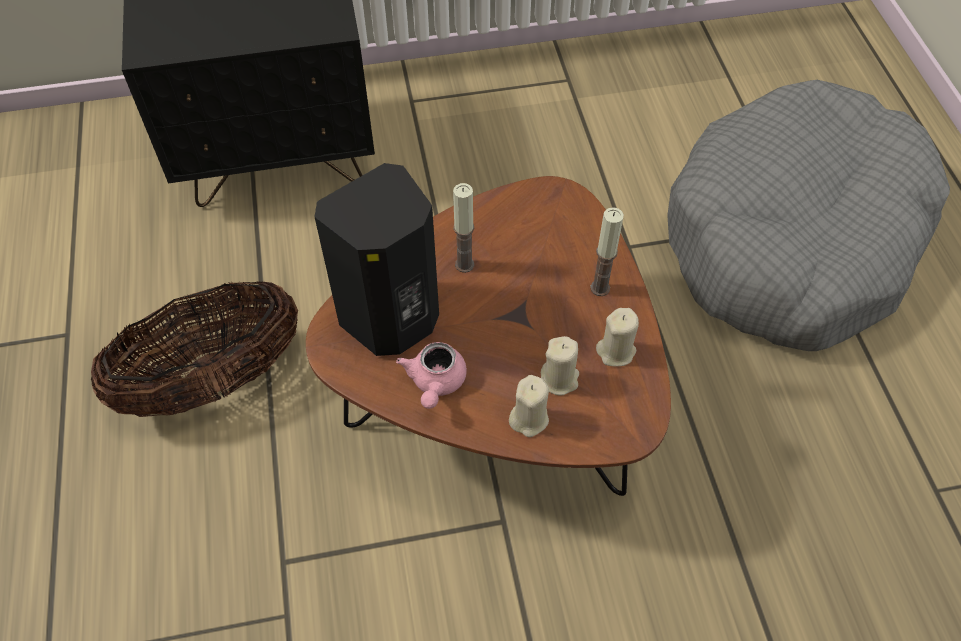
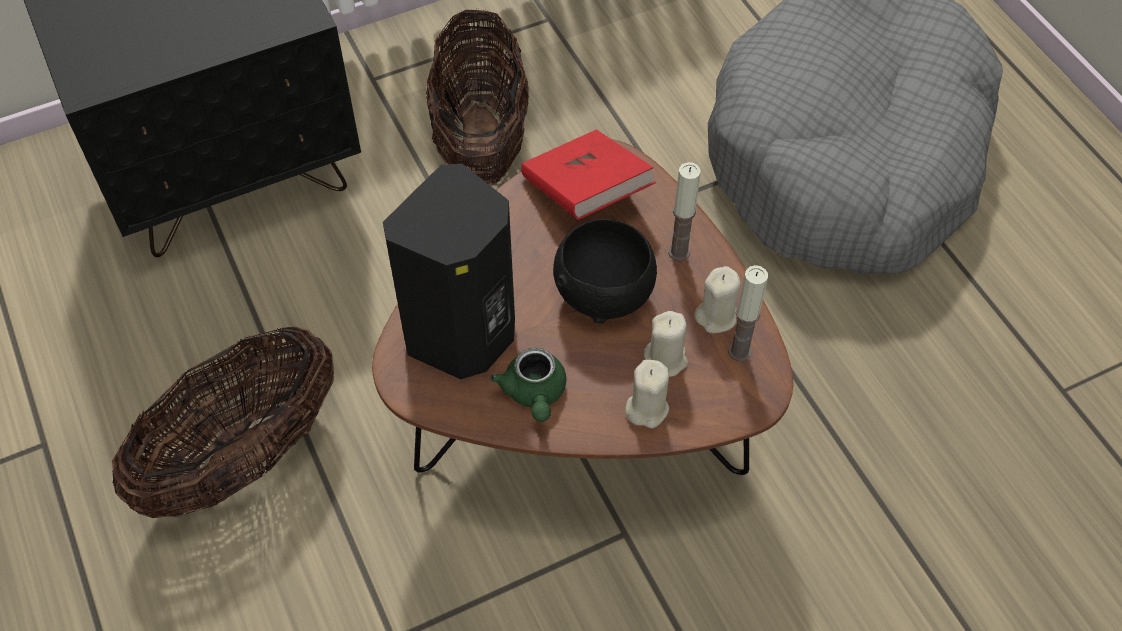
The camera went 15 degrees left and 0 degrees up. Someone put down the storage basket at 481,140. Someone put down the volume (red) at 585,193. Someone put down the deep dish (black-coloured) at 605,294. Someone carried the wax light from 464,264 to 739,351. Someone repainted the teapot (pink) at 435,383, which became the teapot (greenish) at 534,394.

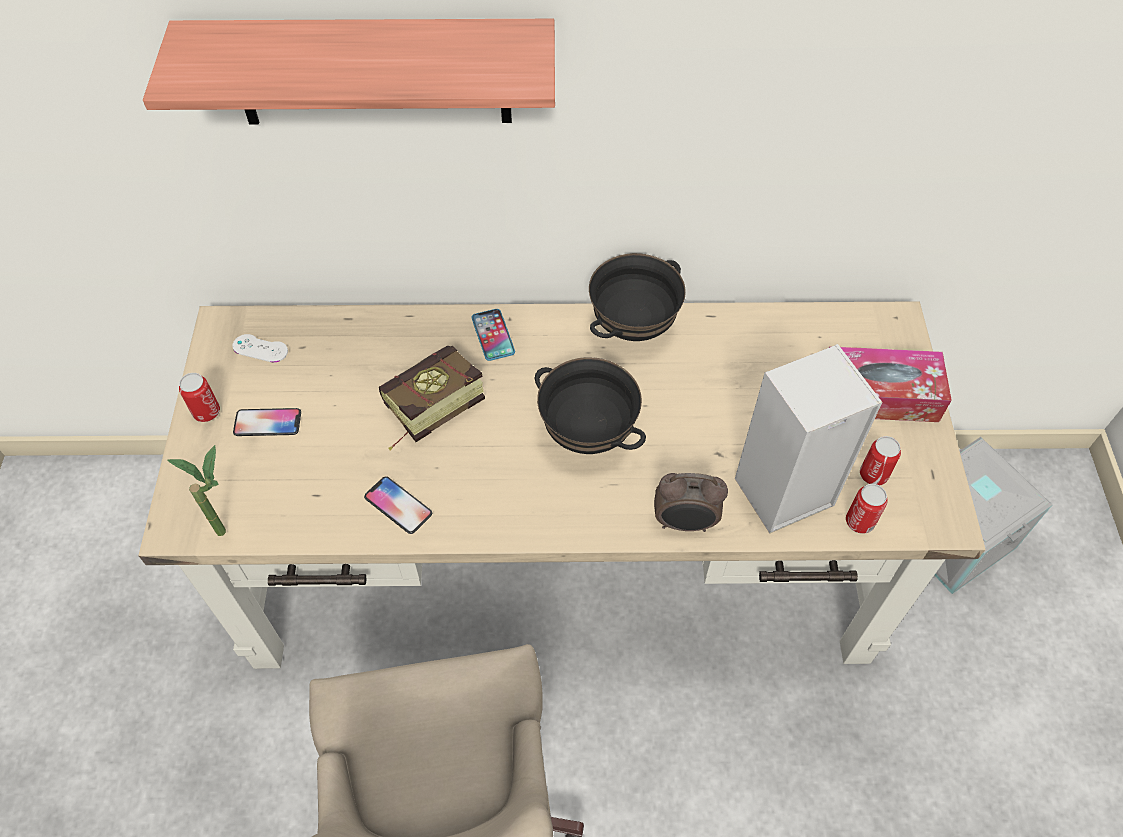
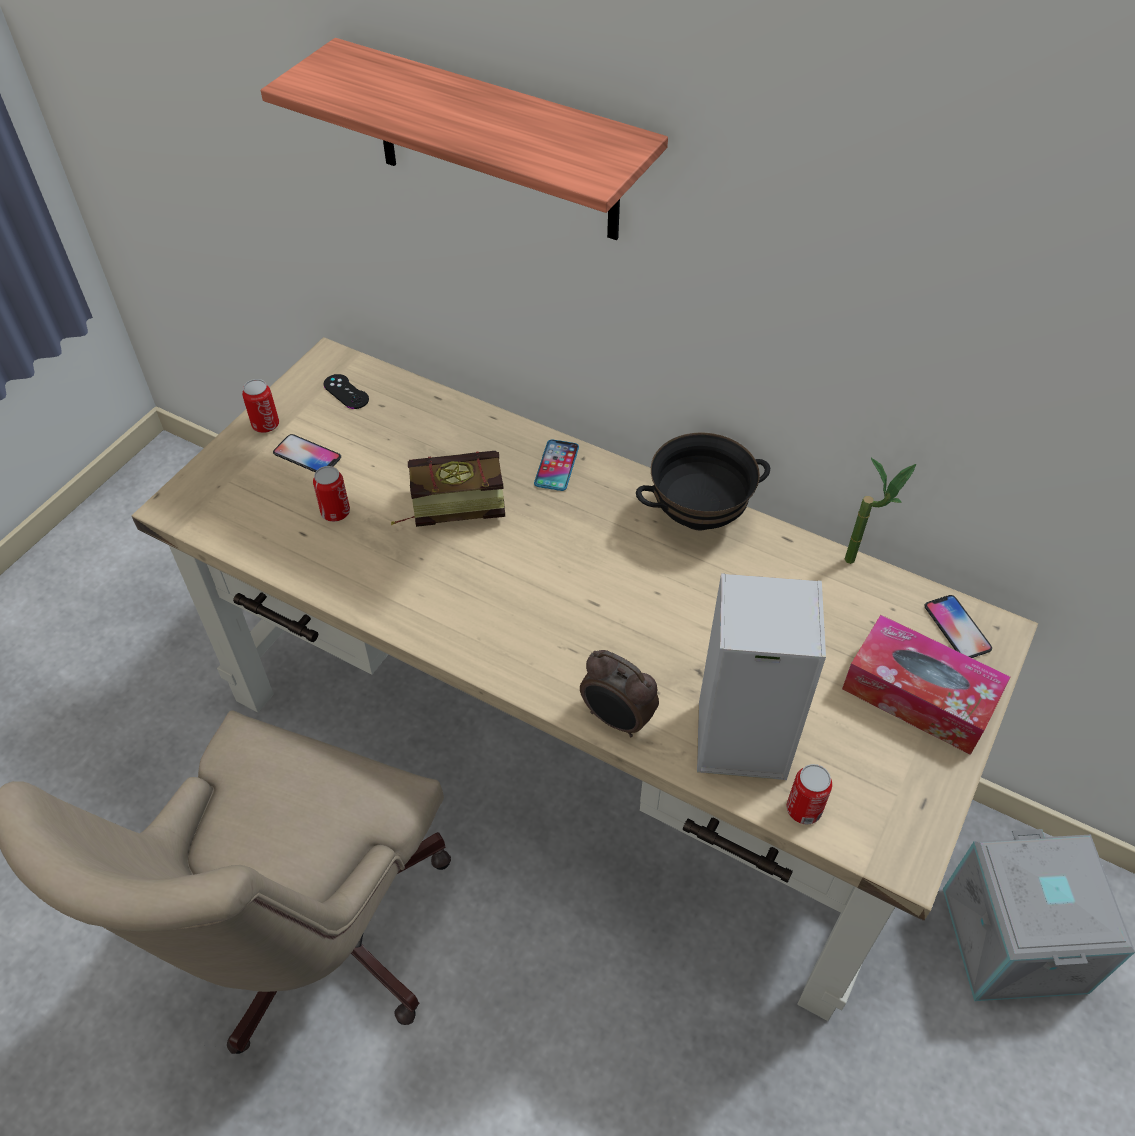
The camera went 30 degrees right and 5 degrees down. Someone took away the deep dish (black-coloured) at 589,433. Someone carried the houseplant from 231,528 to 860,561. Someone carried the phone from 398,505 to 957,628. Someone carried the sealed can from 873,474 to 335,512. Someone repainted the gamepad (white-coloured) at 260,348, which became the gamepad (black-coloured) at 346,392.

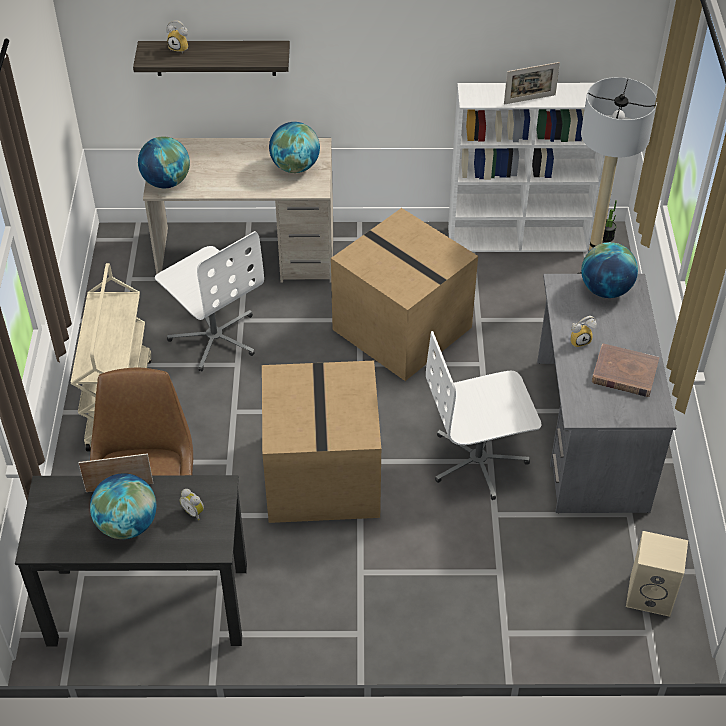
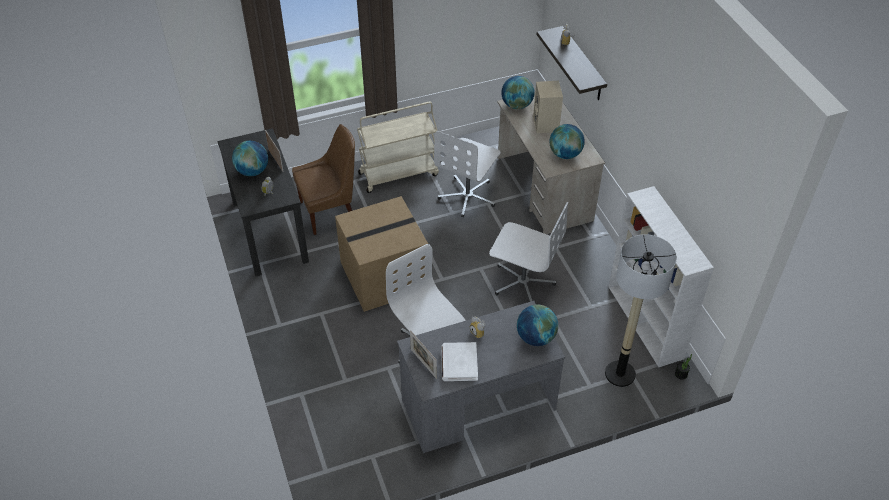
The camera went 70 degrees right and 0 degrees up. Someone carried the photo frame from 529,99 to 423,363. Someone carried the speaker (beige) from 651,594 to 546,124. Someone swapped the cardboard box at 404,328 for the office chair (white-coloured) at 523,282. Someone repainted the volume (brown) at 624,373, which became the volume (white-coloured) at 459,363.

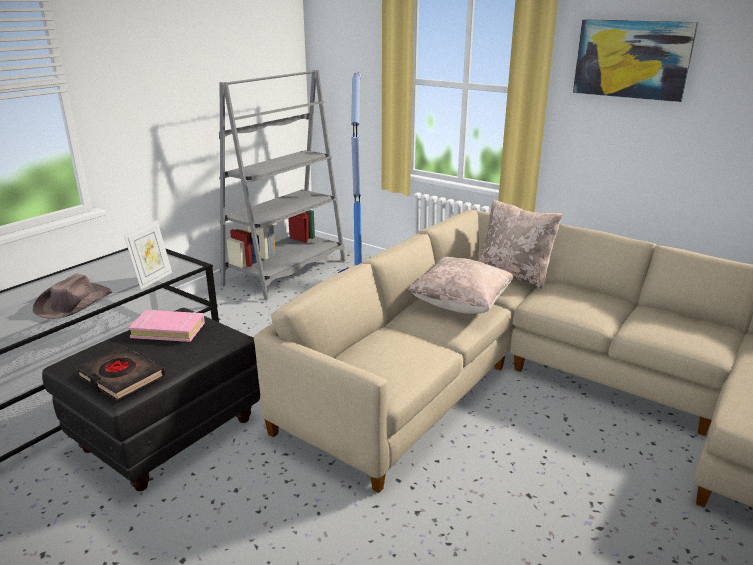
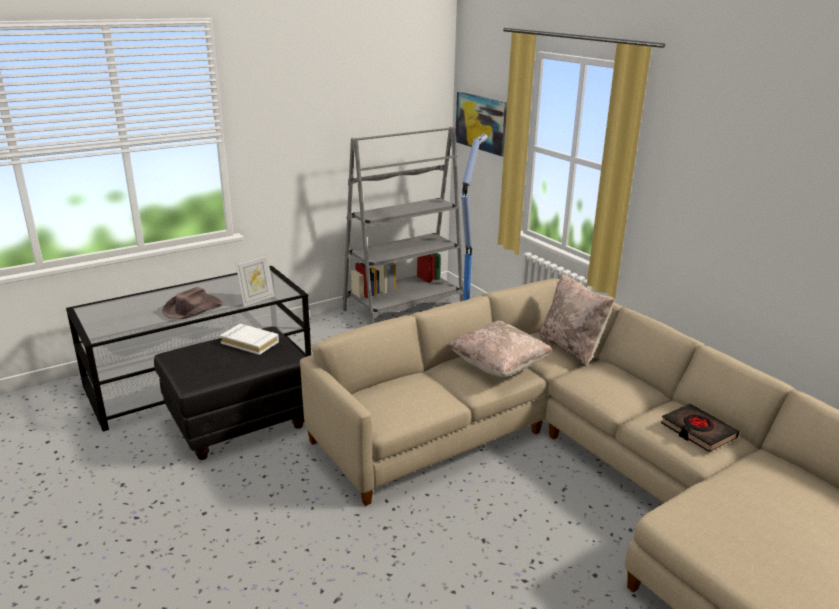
The camera went 20 degrees right and 0 degrees up. Someone carried the volume (black-coloured) from 121,377 to 698,431. Someone carried the wall picture from 632,59 to 481,123. Someone repainted the volume (pink) at 168,330, which became the volume (white-coloured) at 250,342.

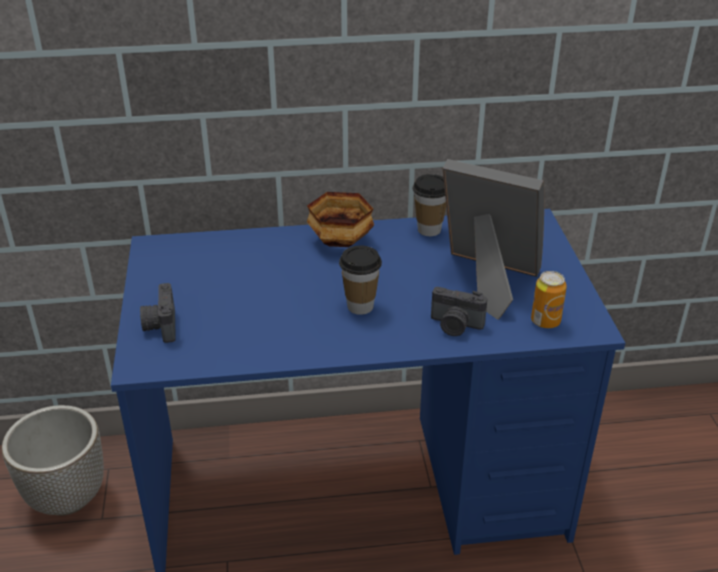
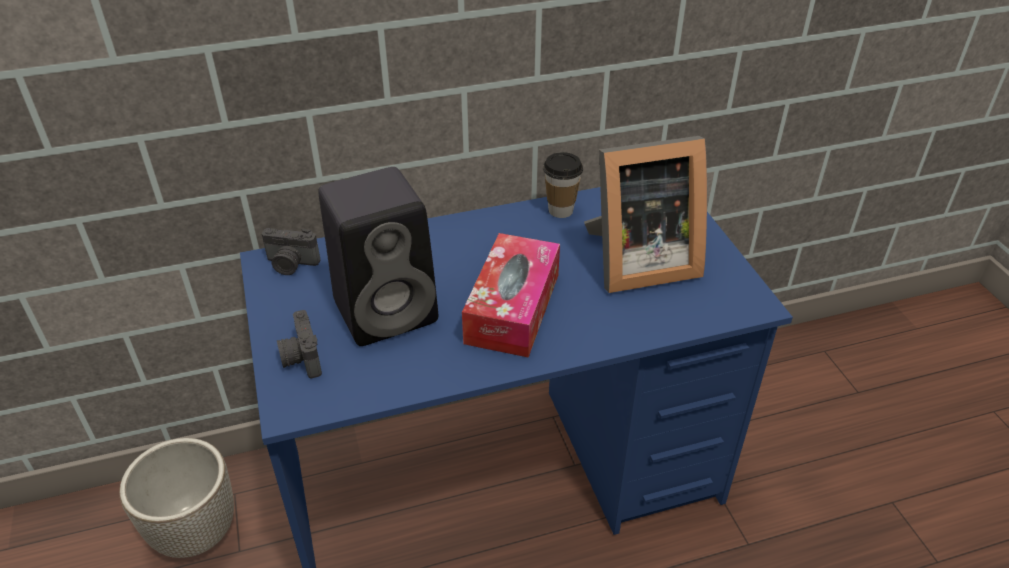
The camera went 10 degrees left and 5 degrees up. Someone took away the deep dish at 340,242. Someone took away the sealed can at 545,321. Someone put down the speaker (black-coloured) at 389,310. Someone carried the still camera from 455,326 to 291,264. Someone swapped the drinking cup at 360,306 for the tissue box at 512,308. Someone rotated the photo frame at 488,280 by 150 degrees clockwise.

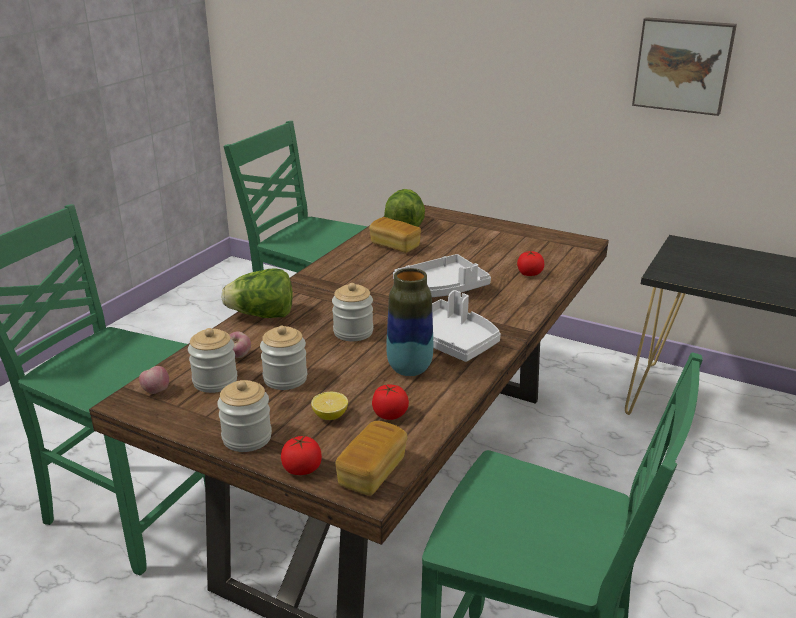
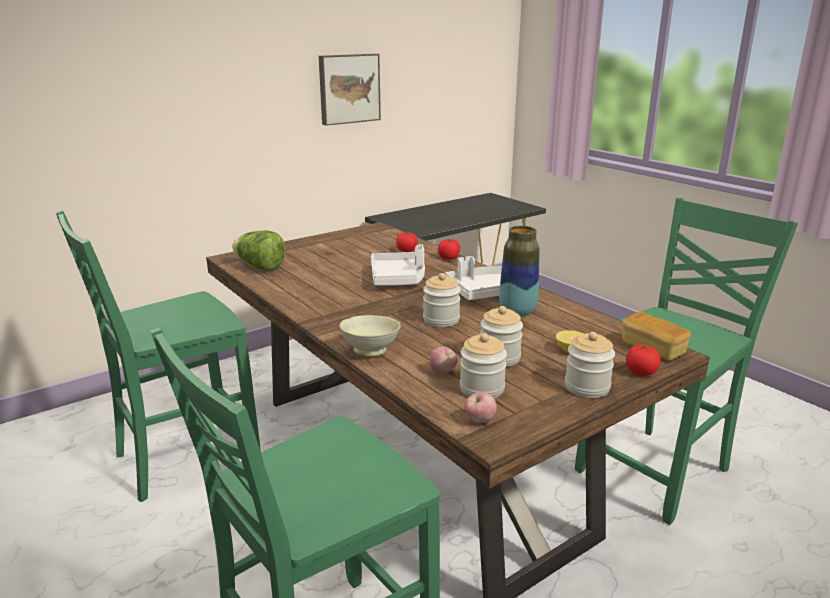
The camera went 65 degrees left and 5 degrees down. Someone took away the bread at 395,246. Someone carried the whole tomato from 390,414 to 448,258. Someone swapped the lettuce at 262,316 for the deep dish (beige) at 371,350.

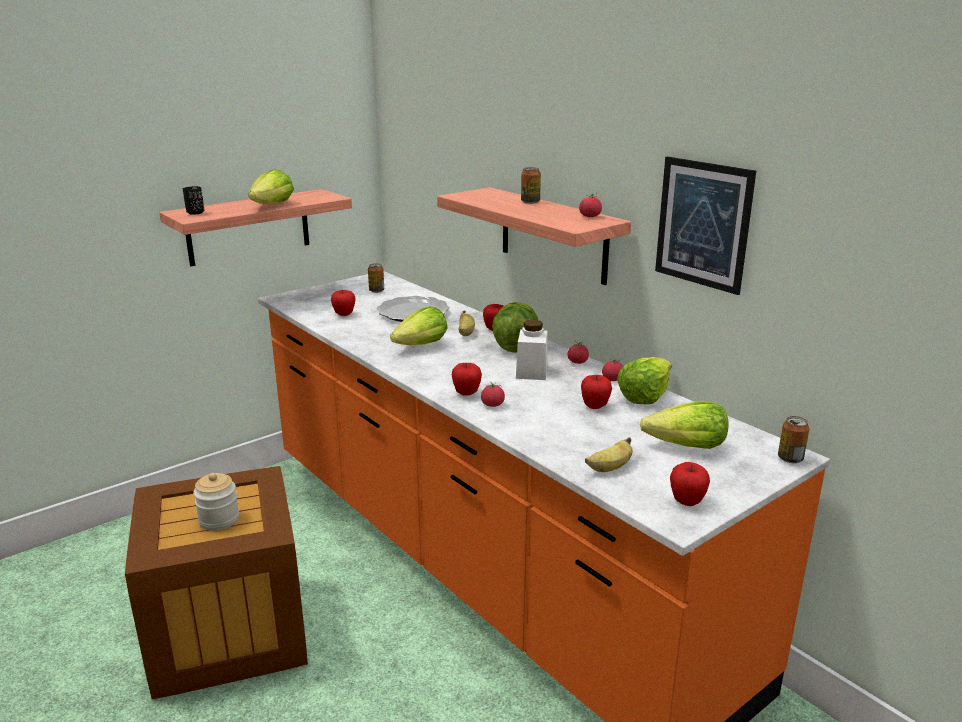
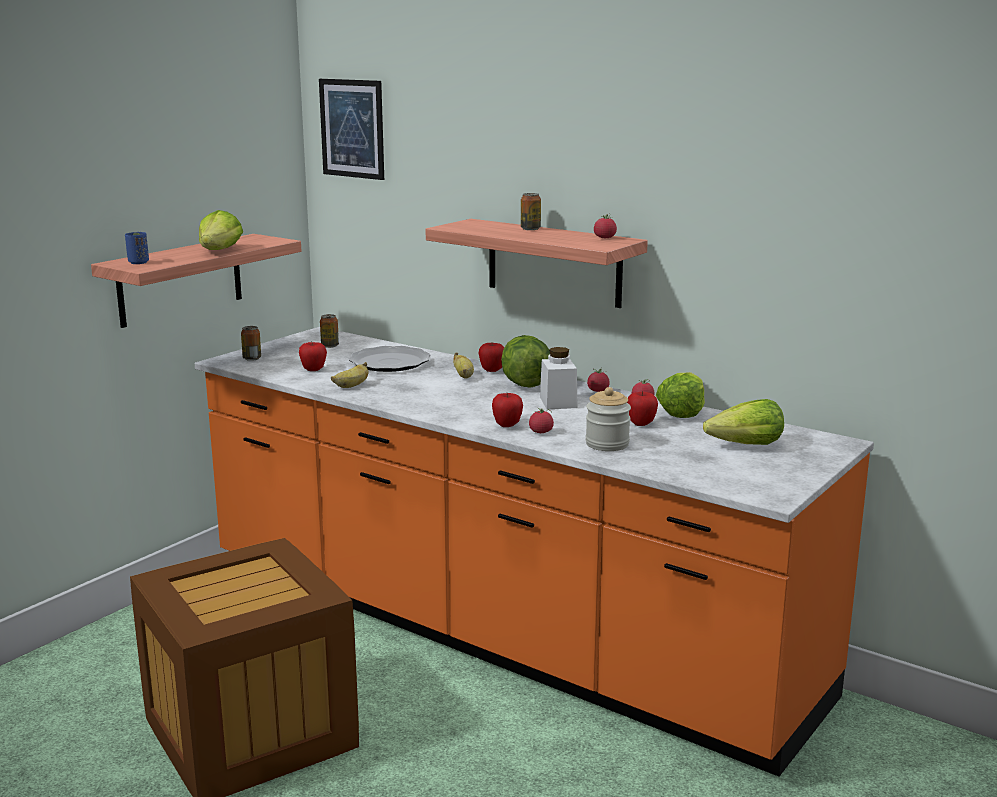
The camera went 15 degrees left and 5 degrees down. Someone took away the lettuce at 421,345. Someone took away the apple at 687,502. Someone carried the storage jar from 219,520 to 607,444. Someone carried the banana fruit from 609,468 to 351,386. Someone carried the wall picture from 703,224 to 352,128. Someone carried the sealed can from 790,458 to 252,358. Someone repainted the drinking cup (black-coloured) at 195,213, which became the drinking cup (blue-coloured) at 138,262.

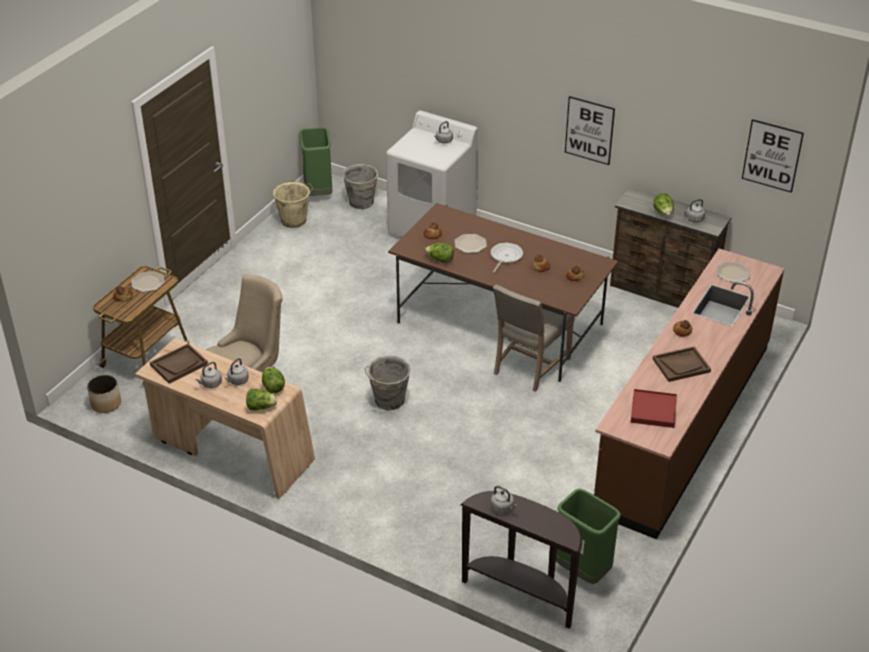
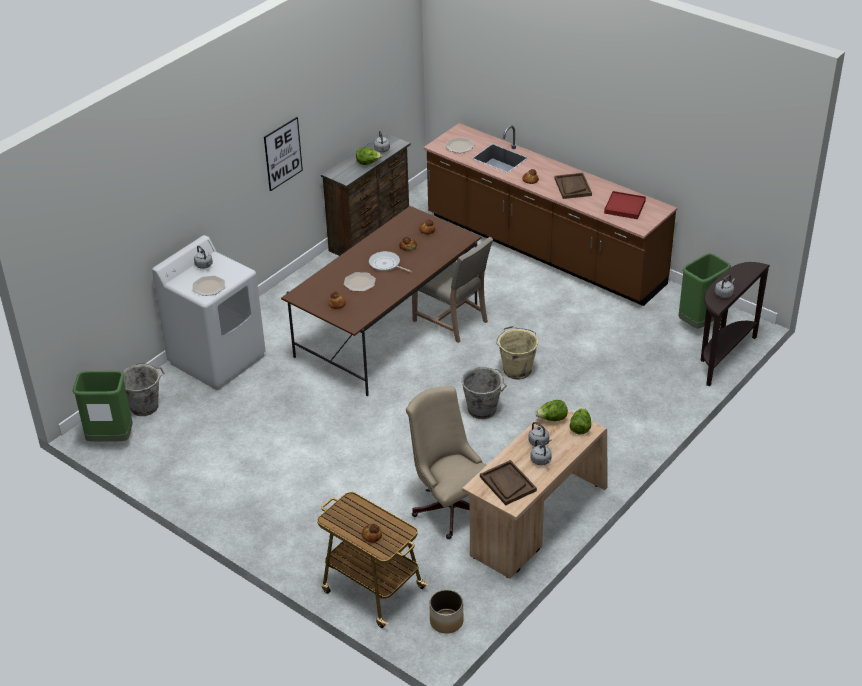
The camera went 80 degrees left and 0 degrees up. Someone took away the lettuce at 440,260. Someone took away the wall picture at 772,155. Someone carried the flat dish from 147,282 to 208,287. Someone carried the bucket (beige) from 294,220 to 516,369.

